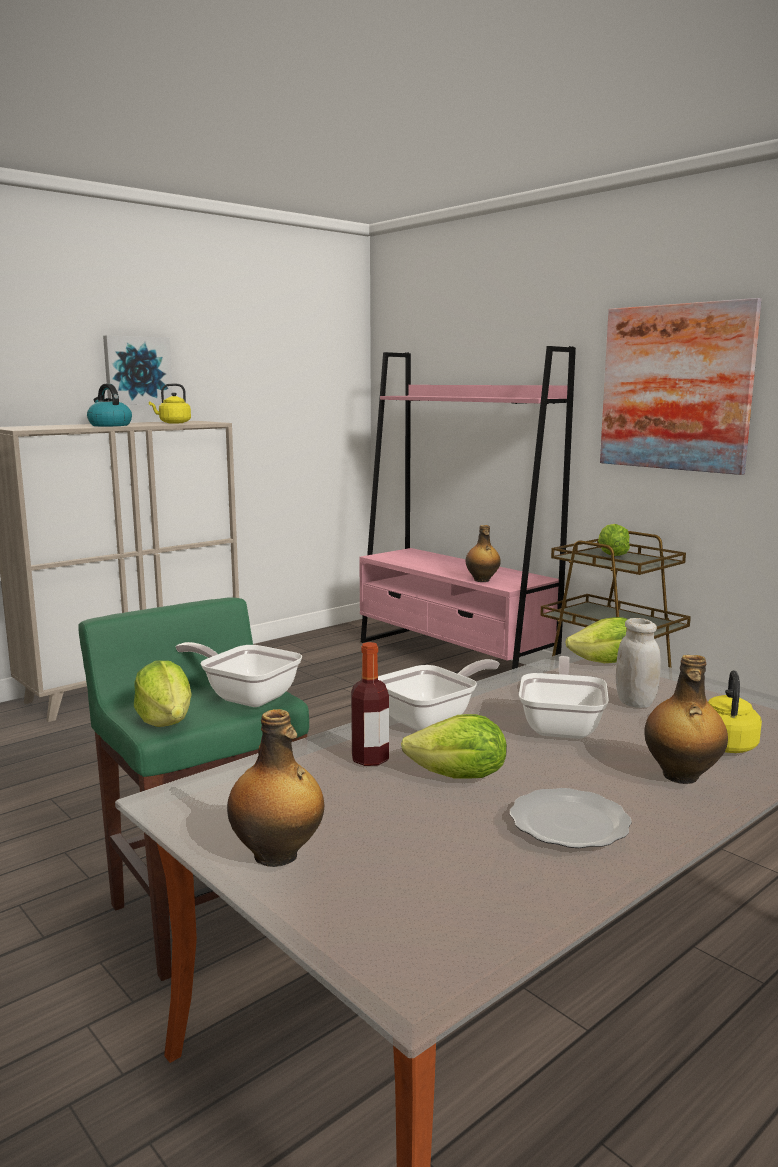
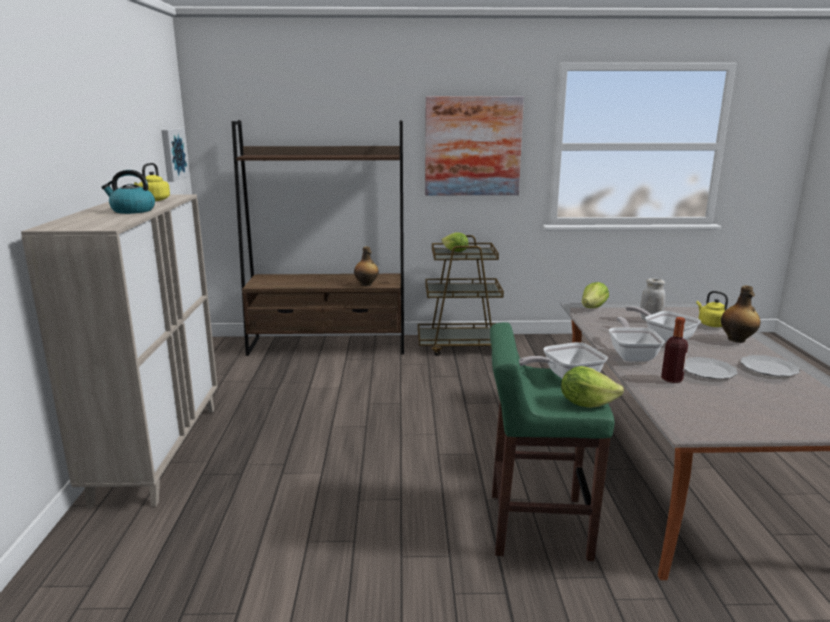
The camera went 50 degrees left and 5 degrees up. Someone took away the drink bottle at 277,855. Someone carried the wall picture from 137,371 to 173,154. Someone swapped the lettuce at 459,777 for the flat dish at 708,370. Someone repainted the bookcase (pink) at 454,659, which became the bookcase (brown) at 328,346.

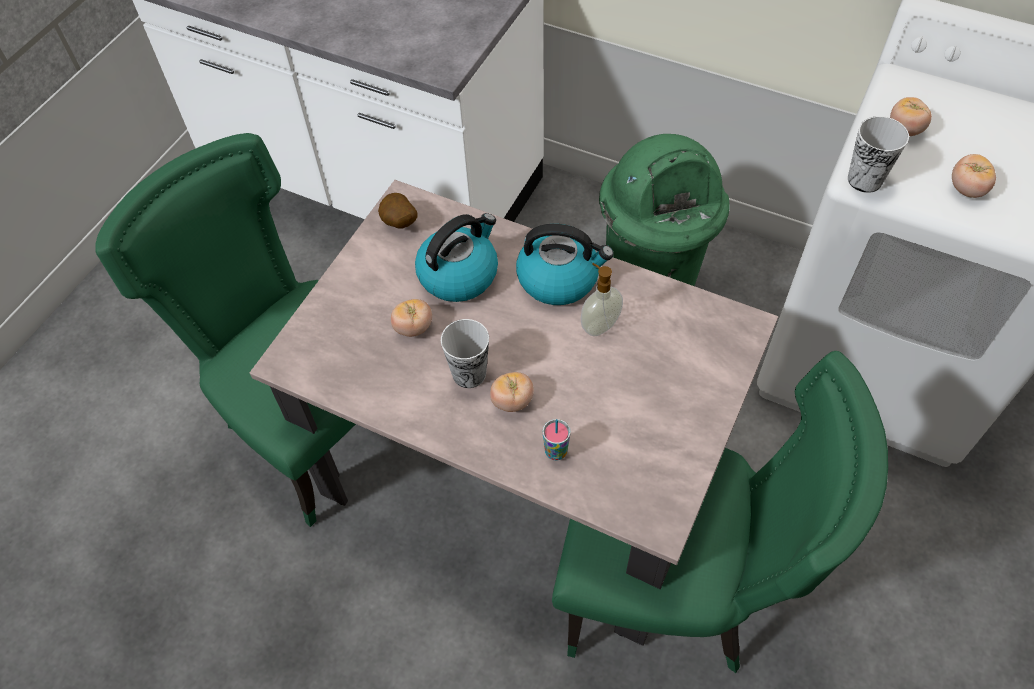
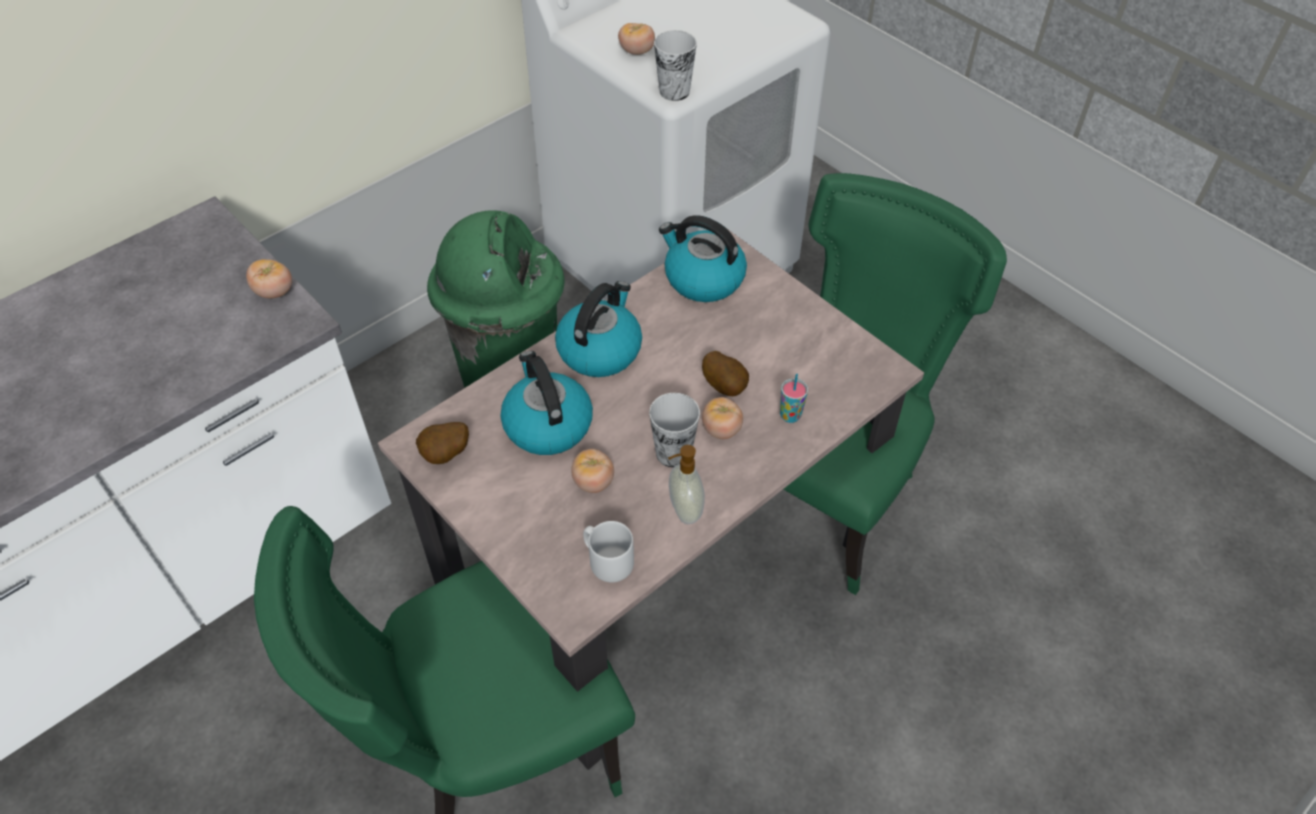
The camera went 70 degrees left and 5 degrees down. Someone put down the mug (greyish) at 607,561. Someone put down the kettle at 702,279. Someone put down the potato at 725,386. Someone carried the soap dispenser from 599,325 to 684,510. Someone carried the whole tomato from 966,189 to 274,292.

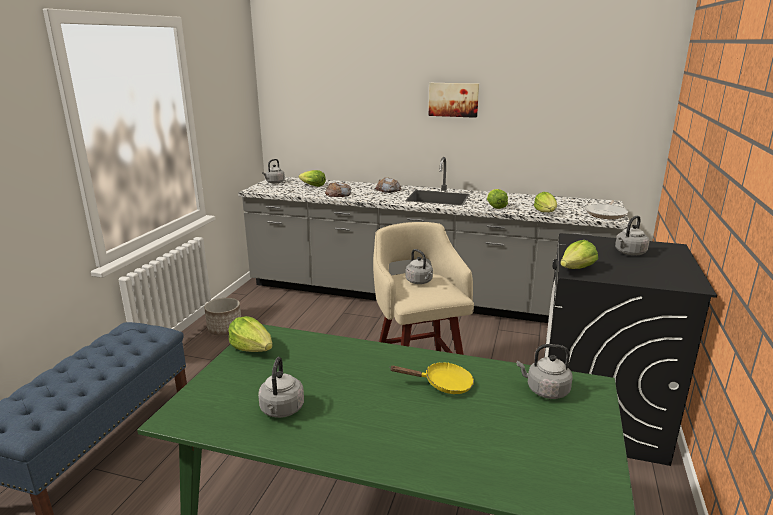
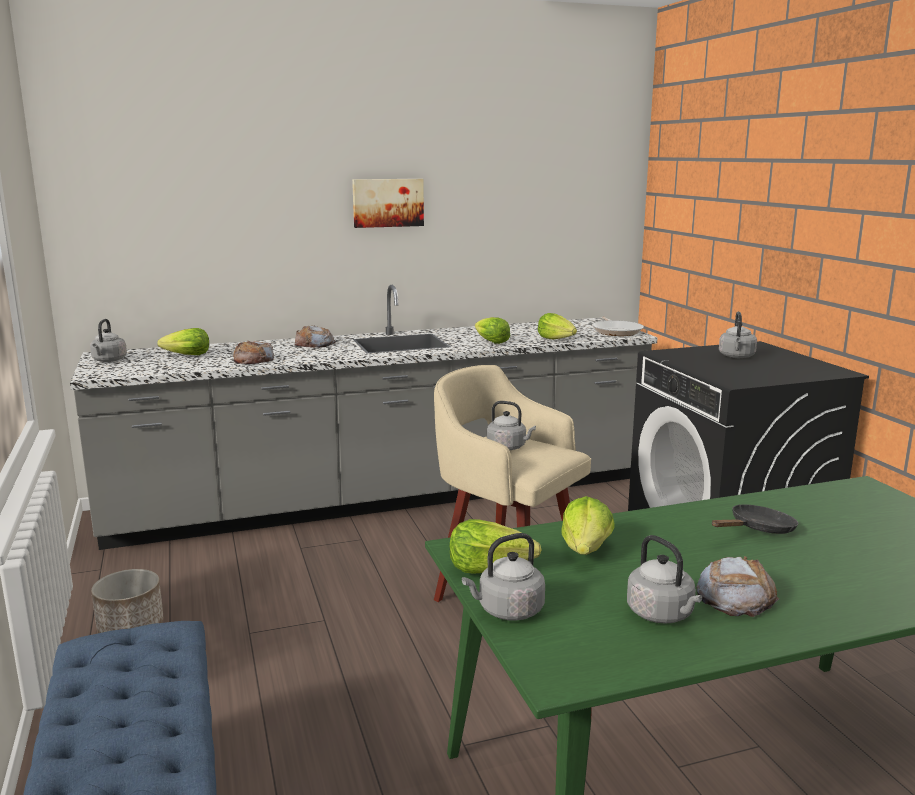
The camera went 35 degrees left and 5 degrees down. Someone put down the bread at 735,596. Someone carried the kettle (greyish) from 545,390 to 507,611. Someone carried the lettuce from 577,269 to 586,549. Someone repainted the frying pan (yellow-coloured) at 442,384, which became the frying pan (black-coloured) at 758,529.

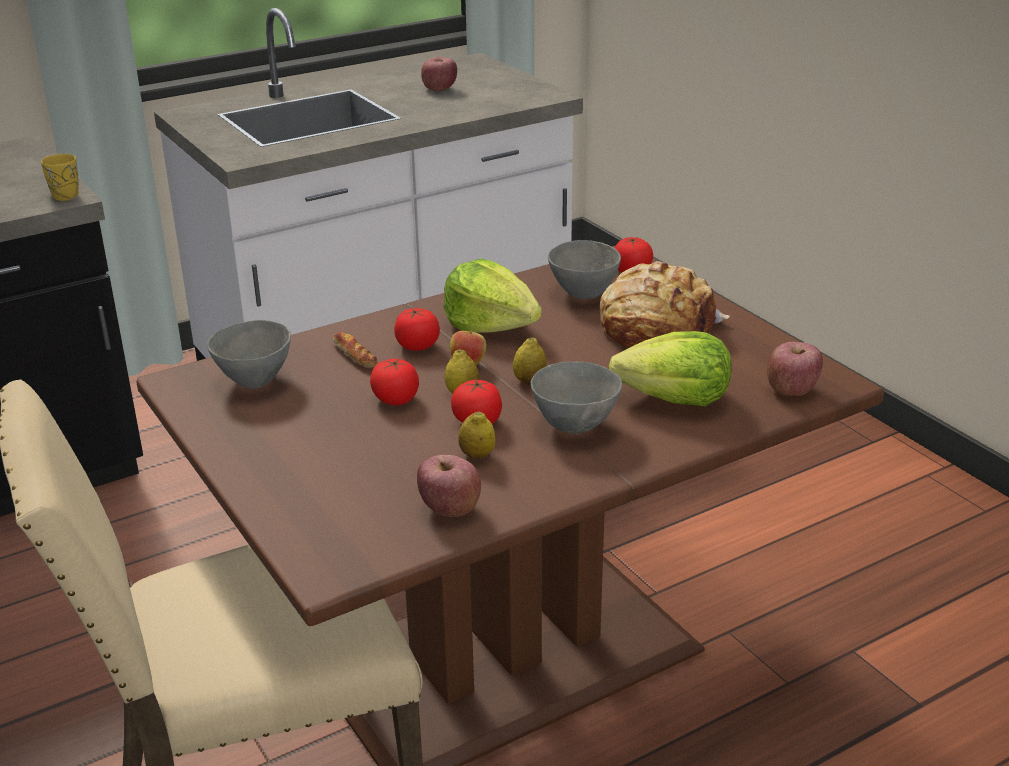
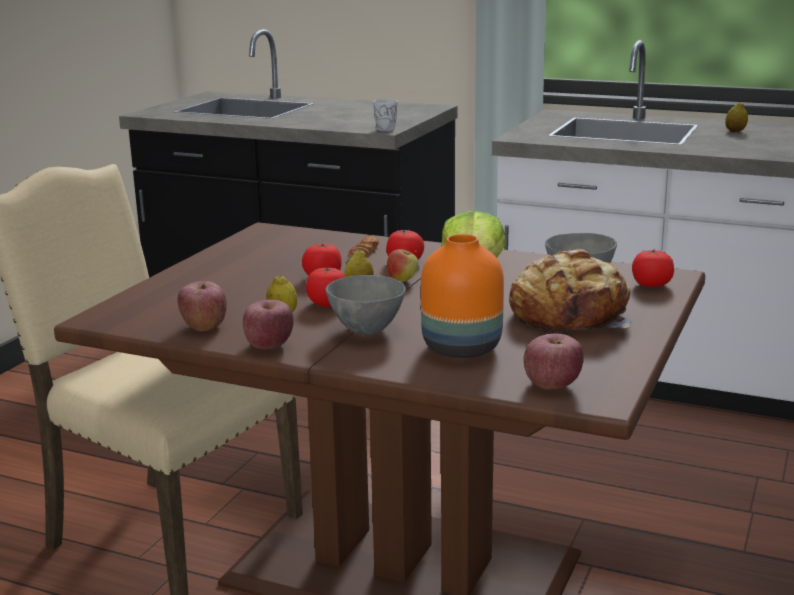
The camera went 55 degrees right and 10 degrees down. Someone took away the deep dish (greyish) at 254,380. Someone carried the apple from 439,89 to 269,346. Someone carried the whole lemon from 529,381 to 735,131. Someone swapped the lettuce at 675,399 for the flower vase (orange) at 461,349. Someone repainted the mug (yellow-coloured) at 62,195, which became the mug (white-coloured) at 386,128.

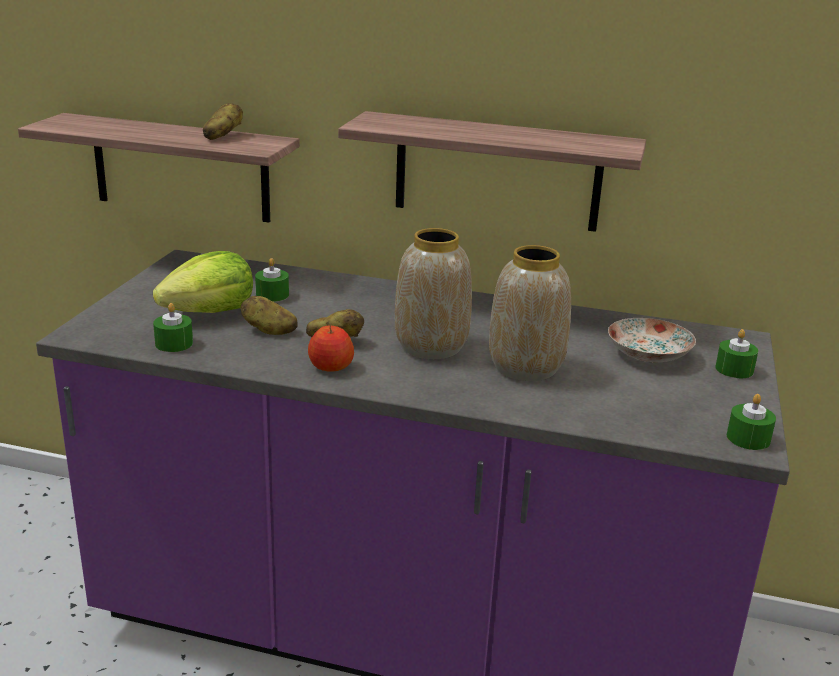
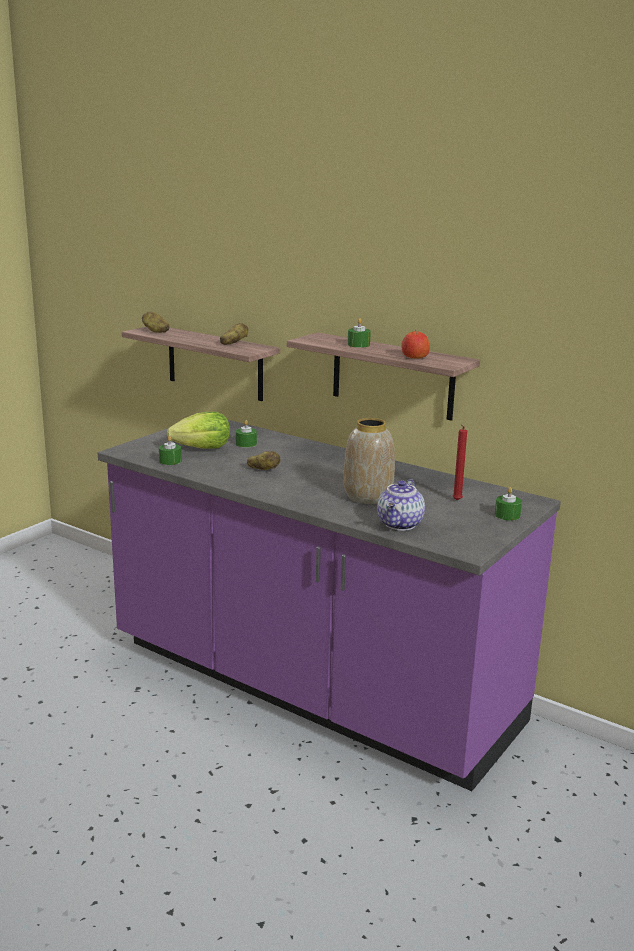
The camera went 20 degrees right and 5 degrees down. Someone took away the flower vase at 431,347. Someone put down the teapot at 401,524. Someone carried the potato from 268,330 to 155,331. Someone carried the apple from 330,366 to 414,357. Someone carried the wax light (greenish) from 748,438 to 358,345. Someone swapped the flat dish at 648,355 for the wax light (red) at 456,501.

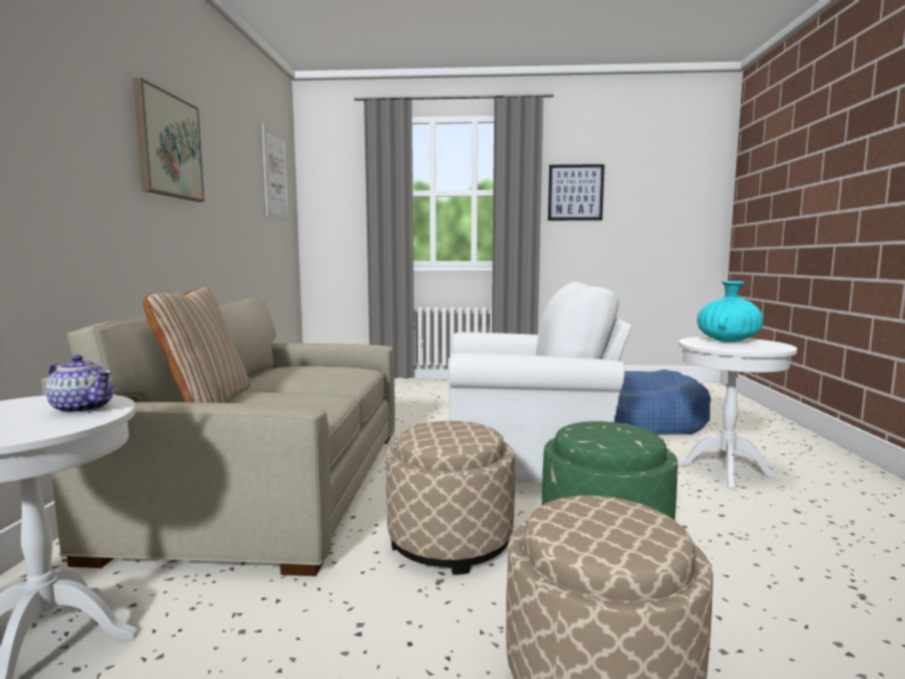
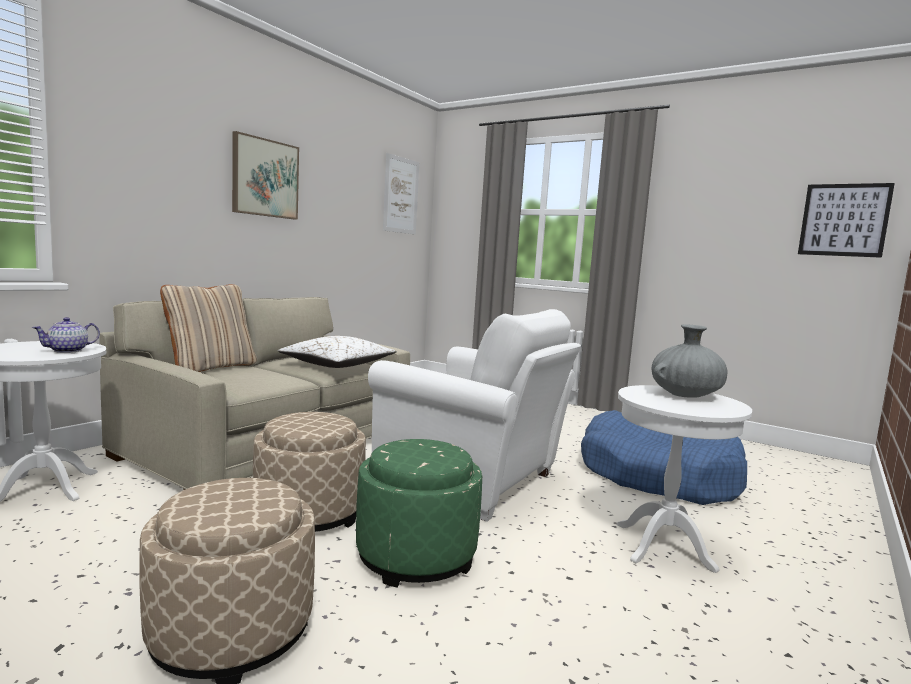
The camera went 30 degrees right and 0 degrees up. Someone put down the throw pillow (white-coloured) at 337,365. Someone carried the wall picture from 575,192 to 844,220. Someone repainted the flower vase (blue-green) at 728,341, which became the flower vase (greyish) at 685,395. Someone rotated the teapot at 83,408 by 75 degrees clockwise.

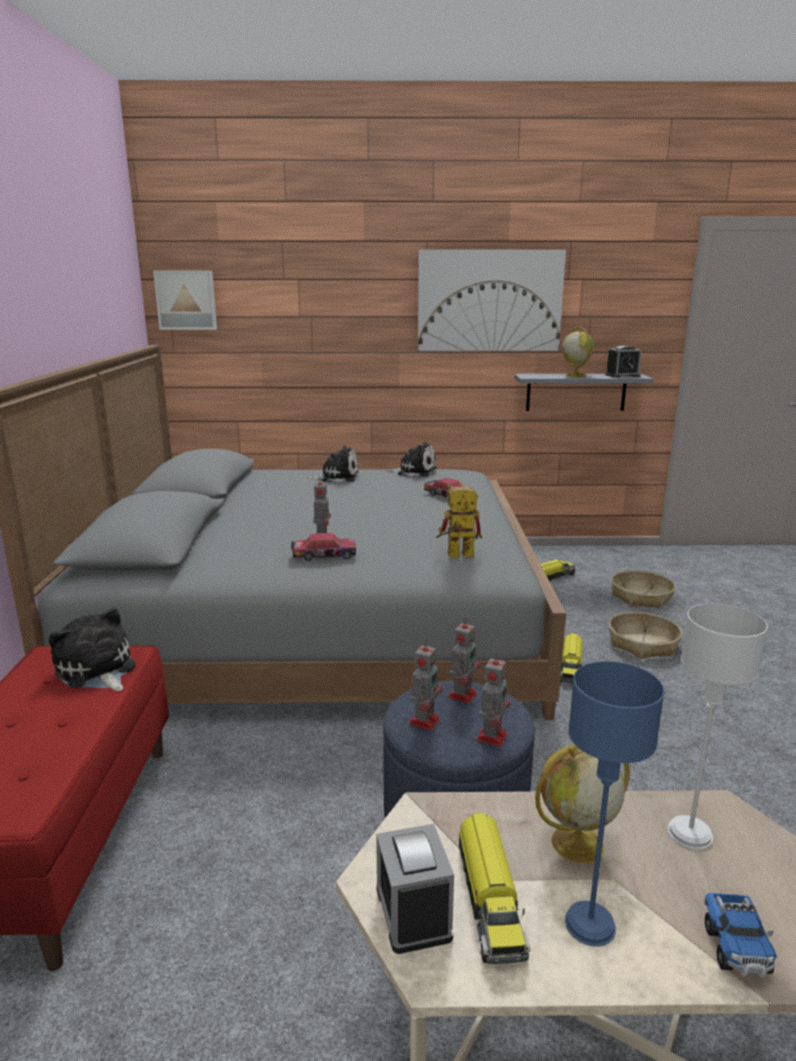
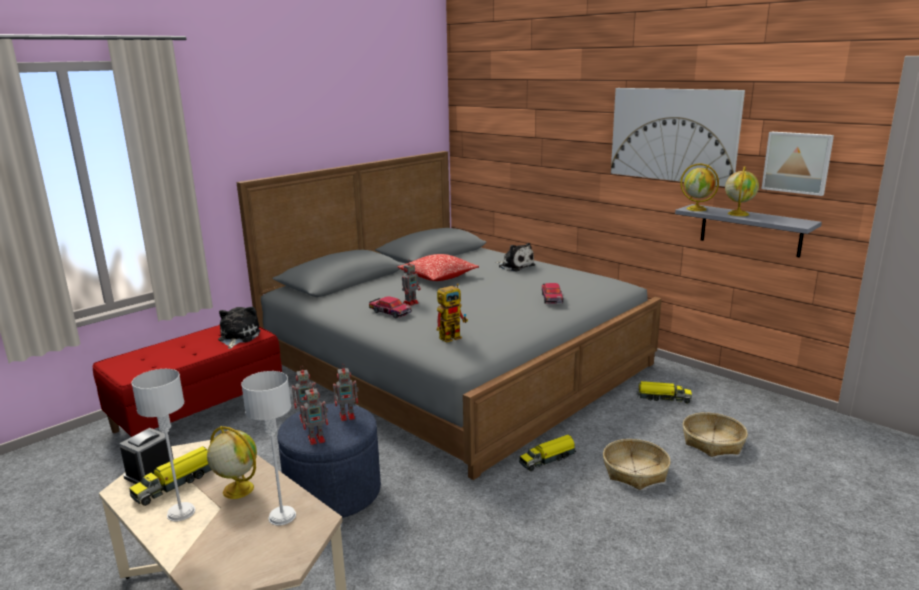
The camera went 45 degrees right and 0 degrees up. Someone took away the cuddly toy at 414,472. Someone took away the table clock at 622,375. Someone took away the model truck at 735,948. Someone put down the throw pillow at 438,277. Someone put down the desk globe at 697,209. Someone carried the wall picture from 186,300 to 797,162. Someone repainted the table lamp (blue-coloured) at 590,924, which became the table lamp (greyish) at 181,512. Someone rotated the model robot at 454,556 by 105 degrees clockwise.

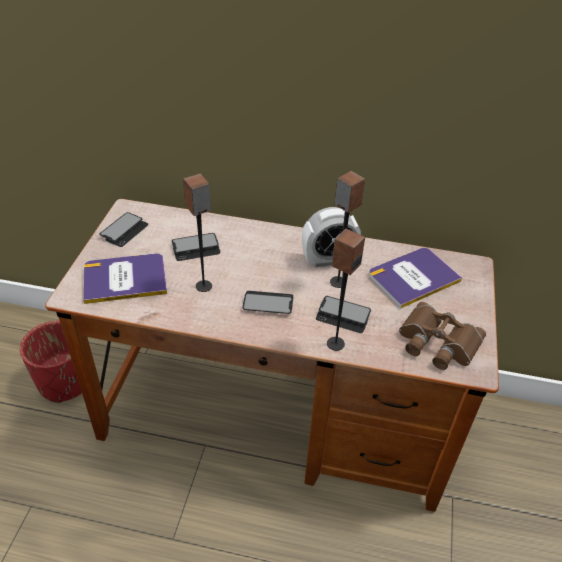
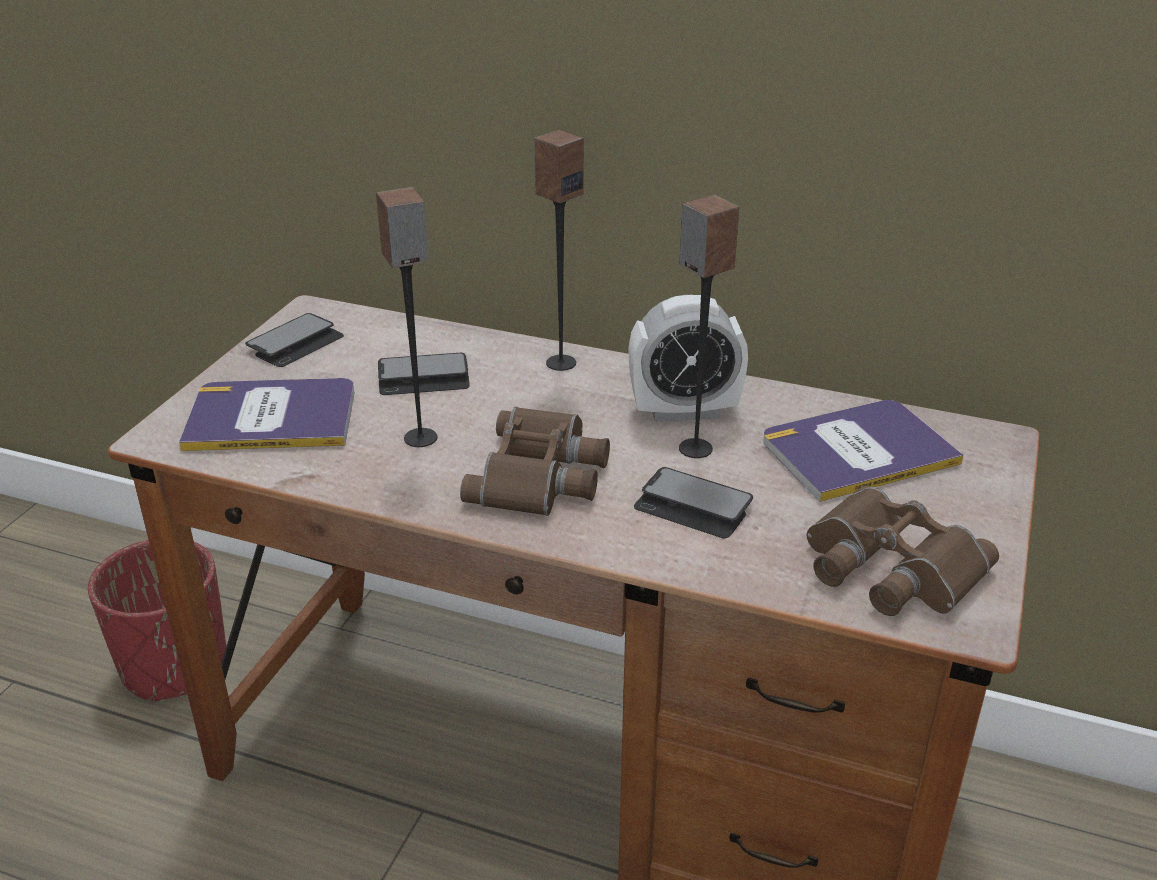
The camera went 10 degrees right and 10 degrees down. Someone carried the speaker from 335,343 to 560,363. Someone swapped the phone at 268,303 for the field glasses (brown) at 541,474.

